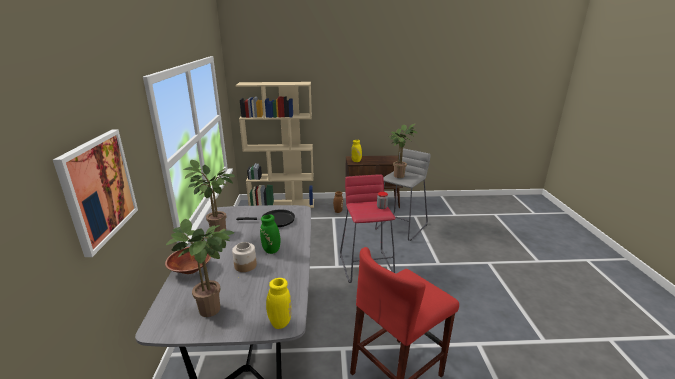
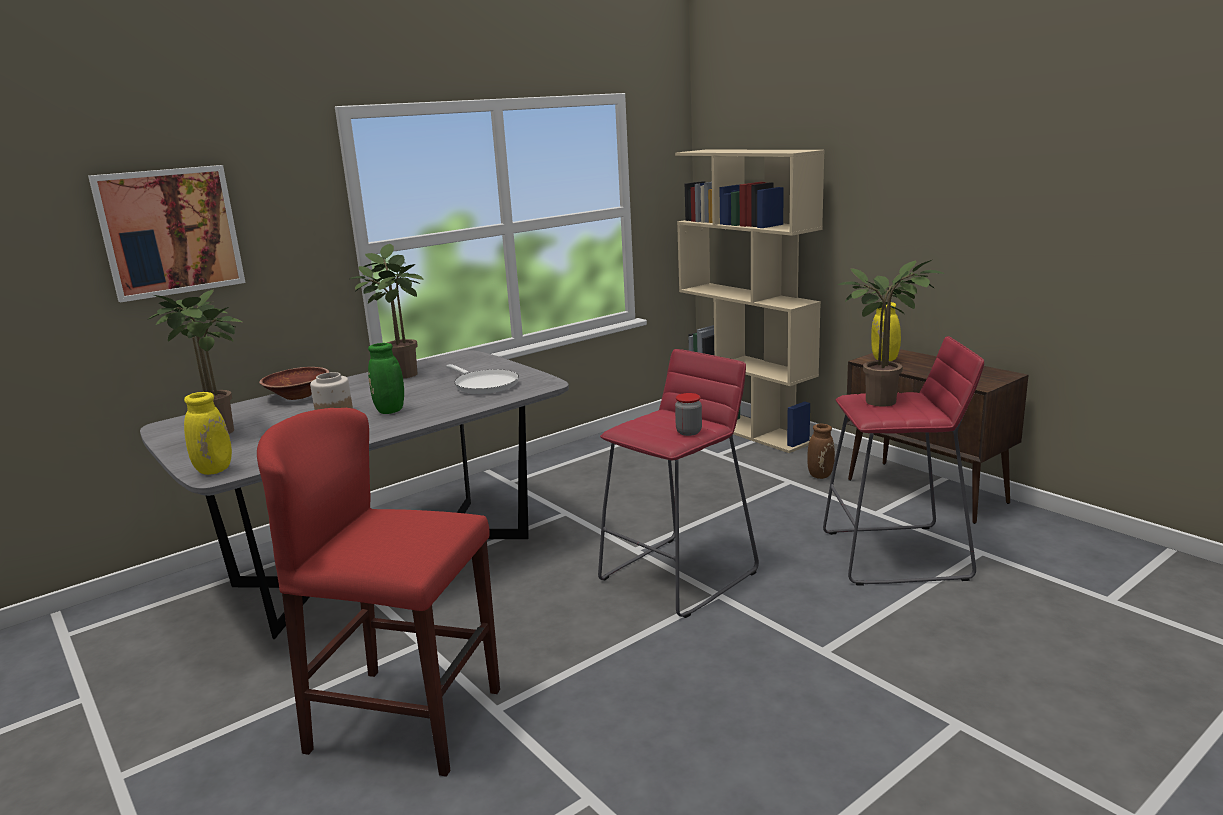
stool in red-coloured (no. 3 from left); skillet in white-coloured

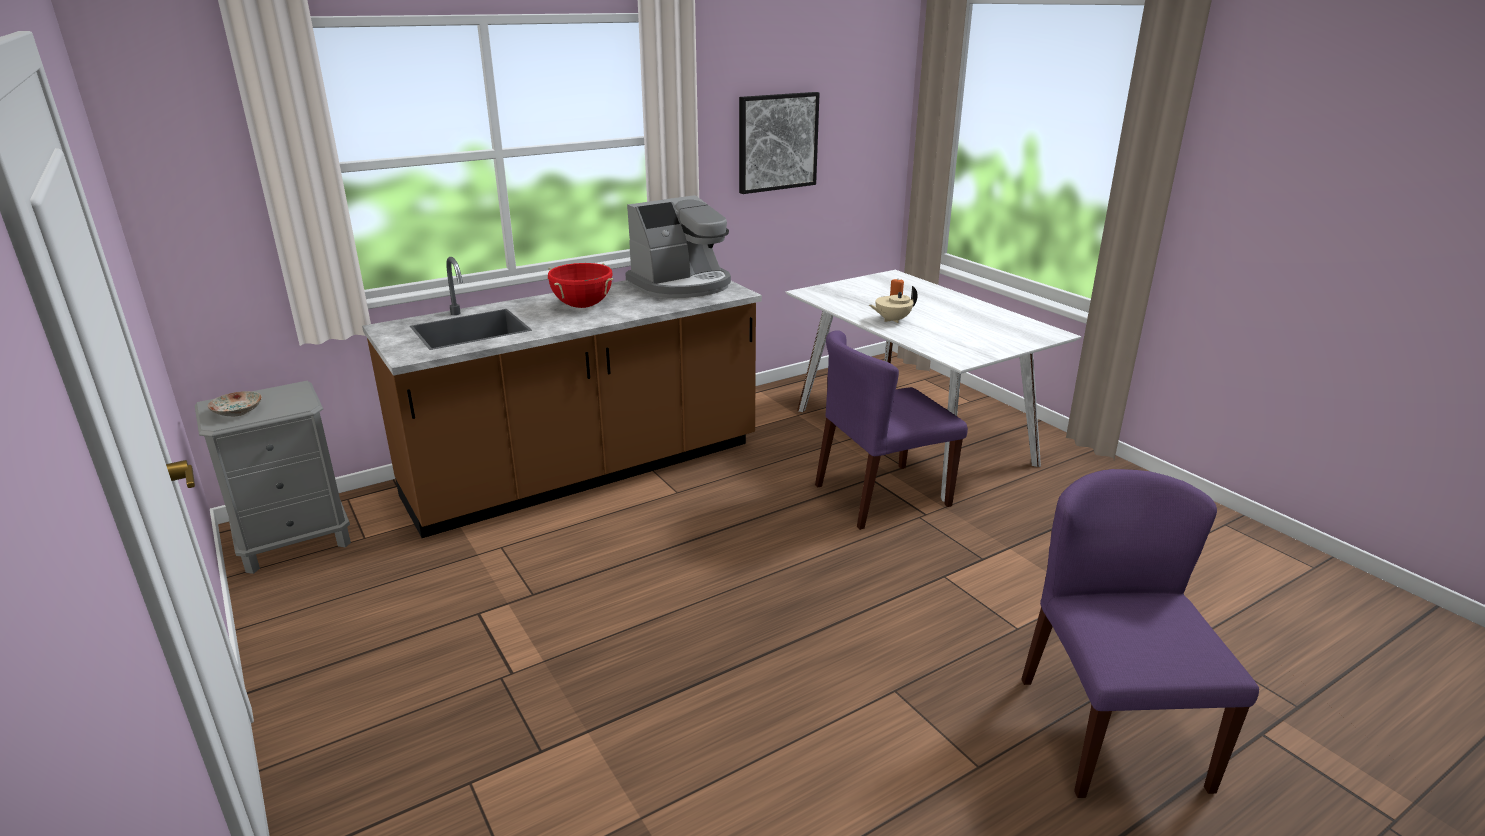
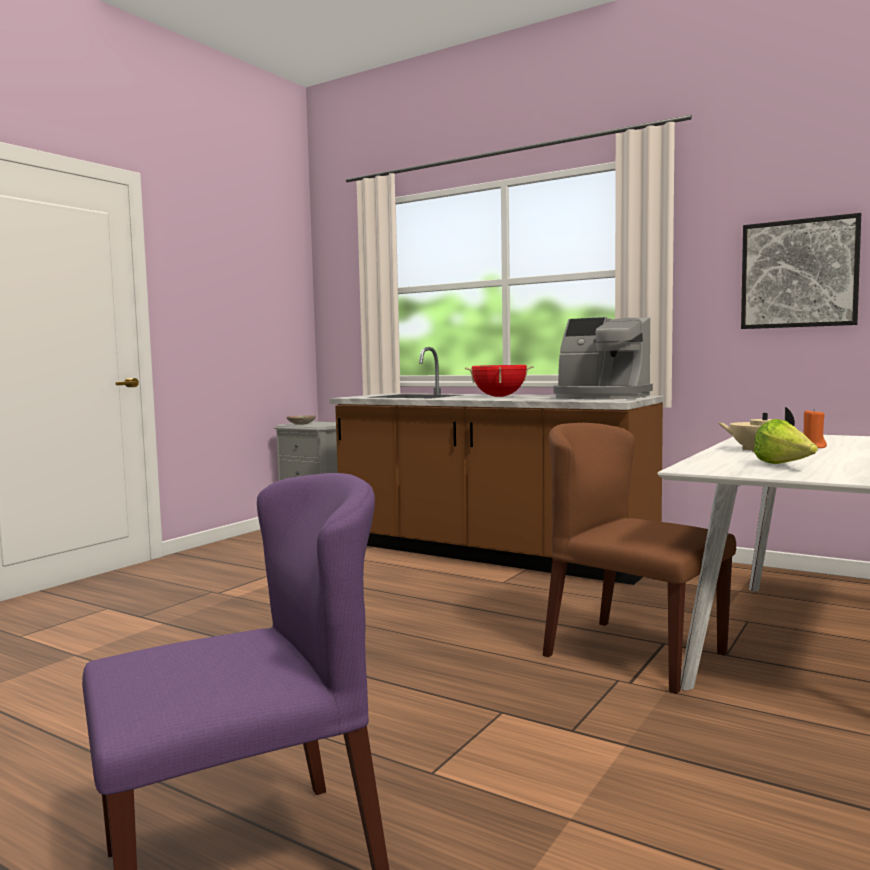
plain chair in brown-coloured; head of lettuce

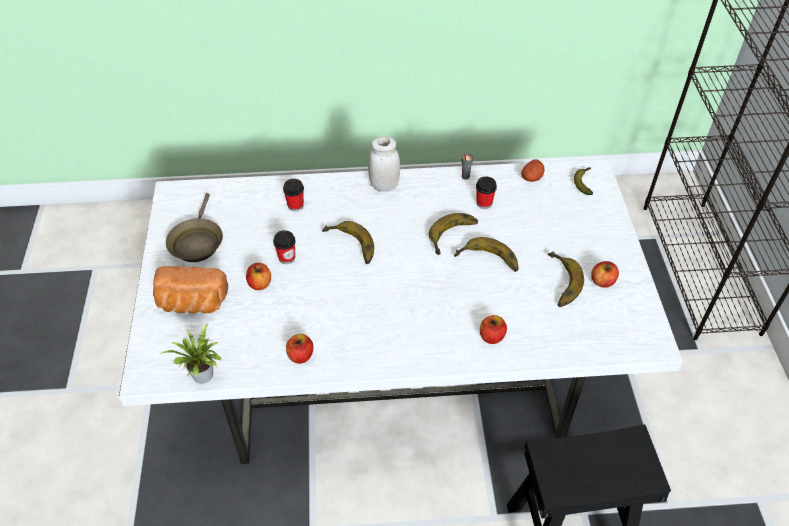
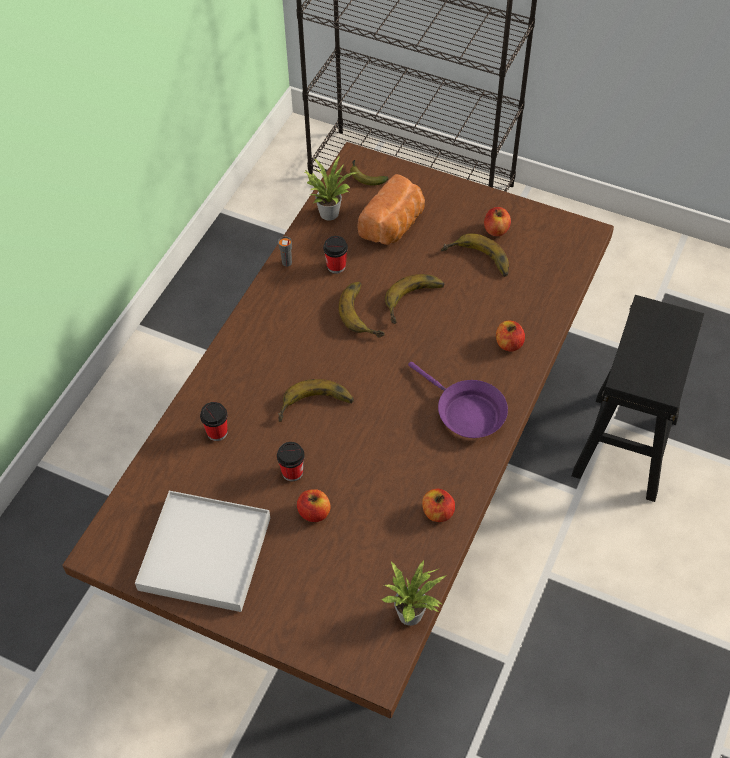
preserve jar in white-coloured; dinner table in brown-coloured; potted plant (no. 1 from left); carrying tray in white-coloured; baked bread; skillet in purplish

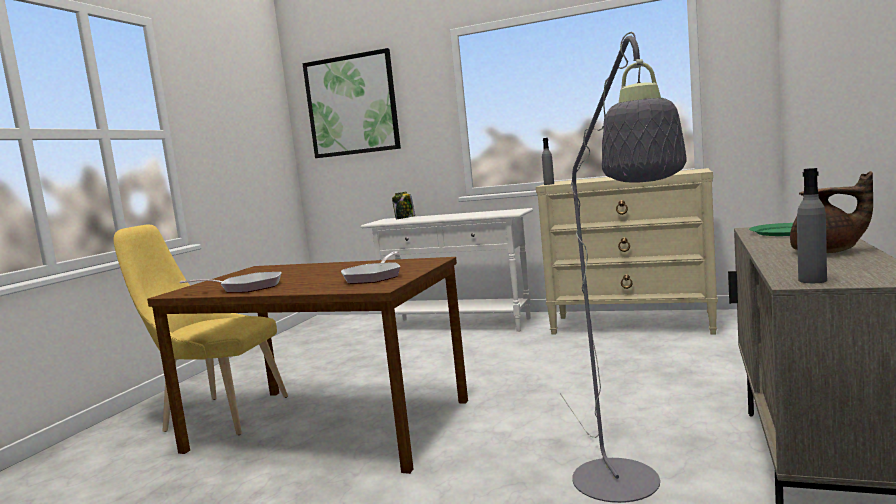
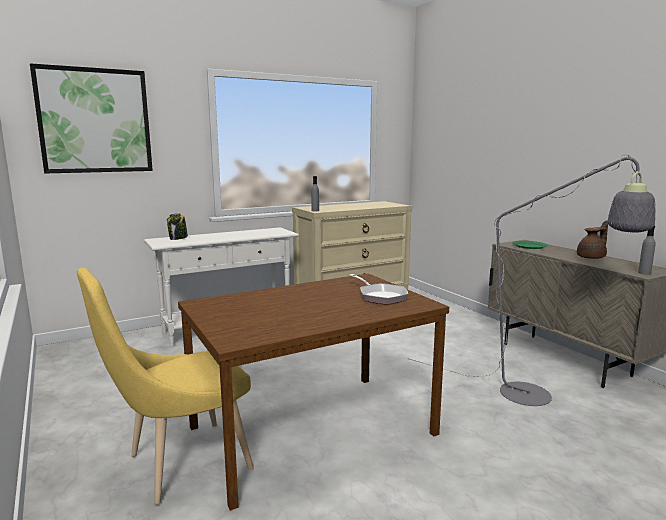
skillet (no. 1 from left in the first image)

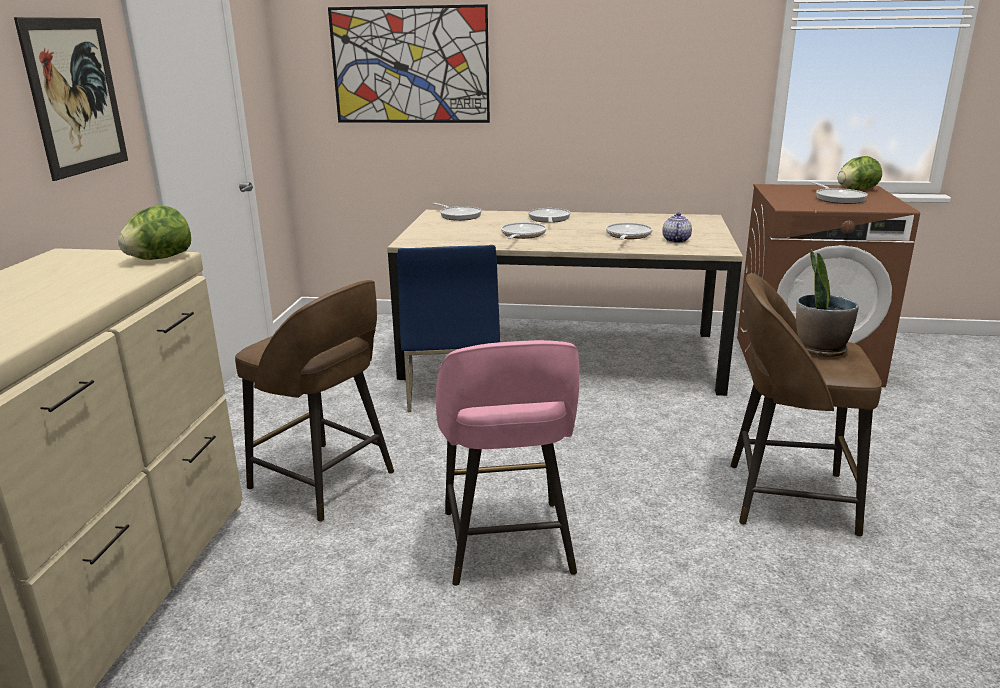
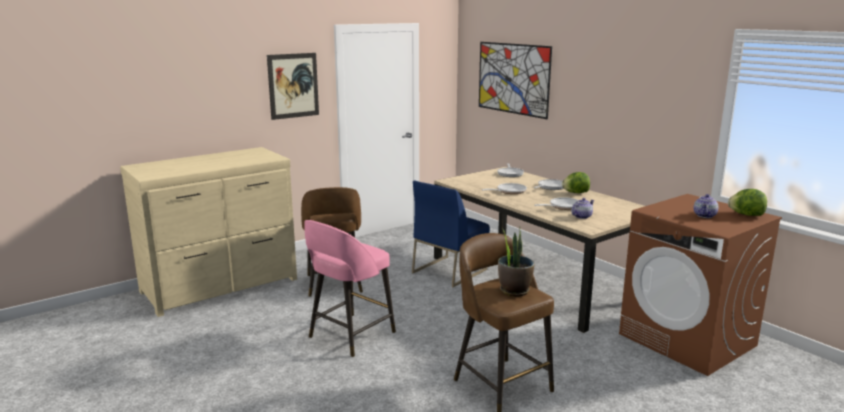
tea pot (no. 2 from left); head of lettuce (no. 1 from left)

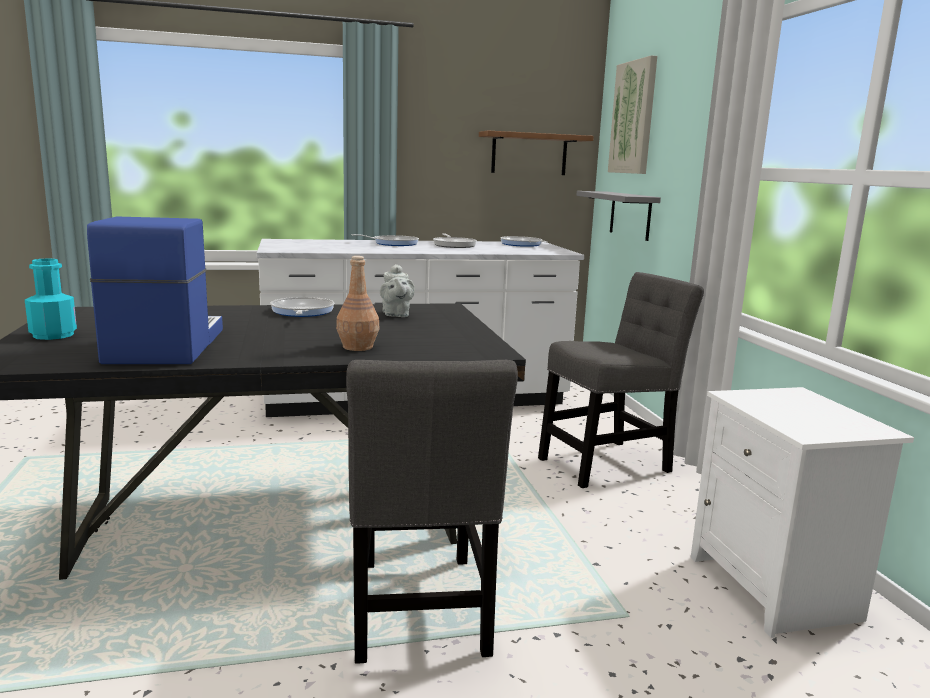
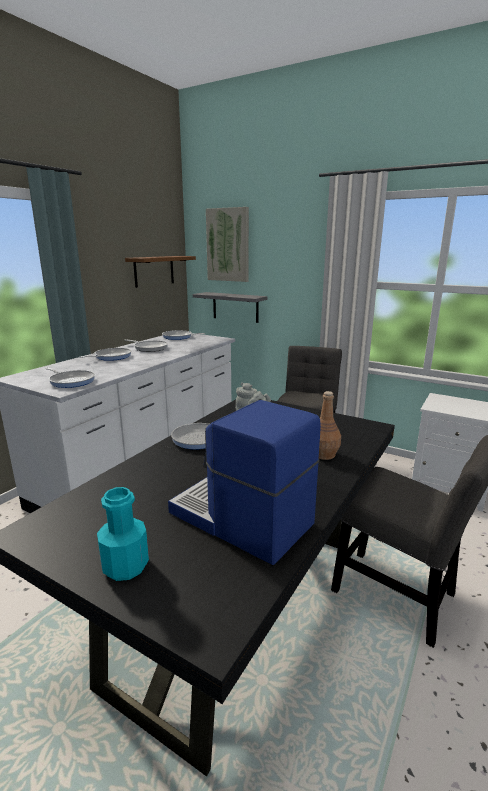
skillet (no. 1 from left)

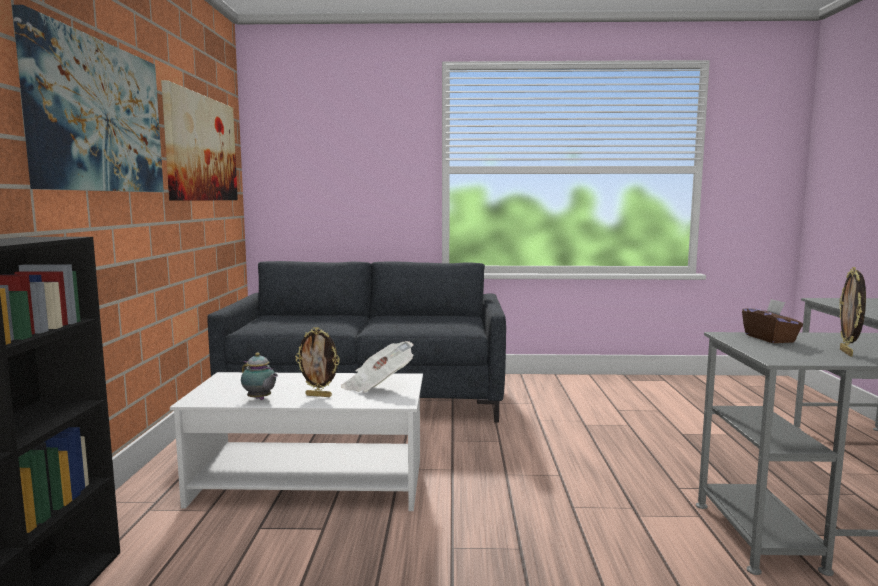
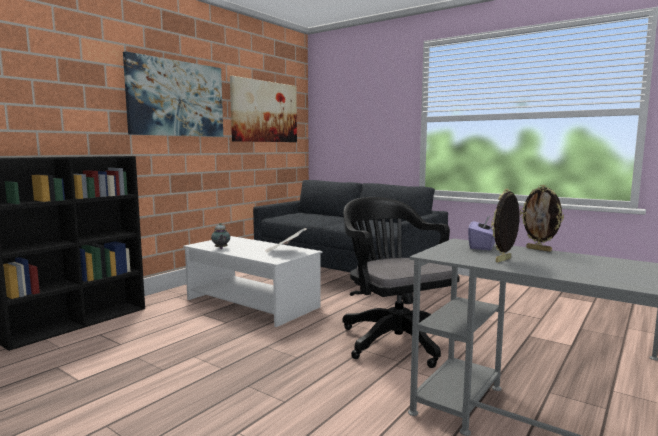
tissue holder in purplish; photo frame (no. 2 from left); computer chair in blackish

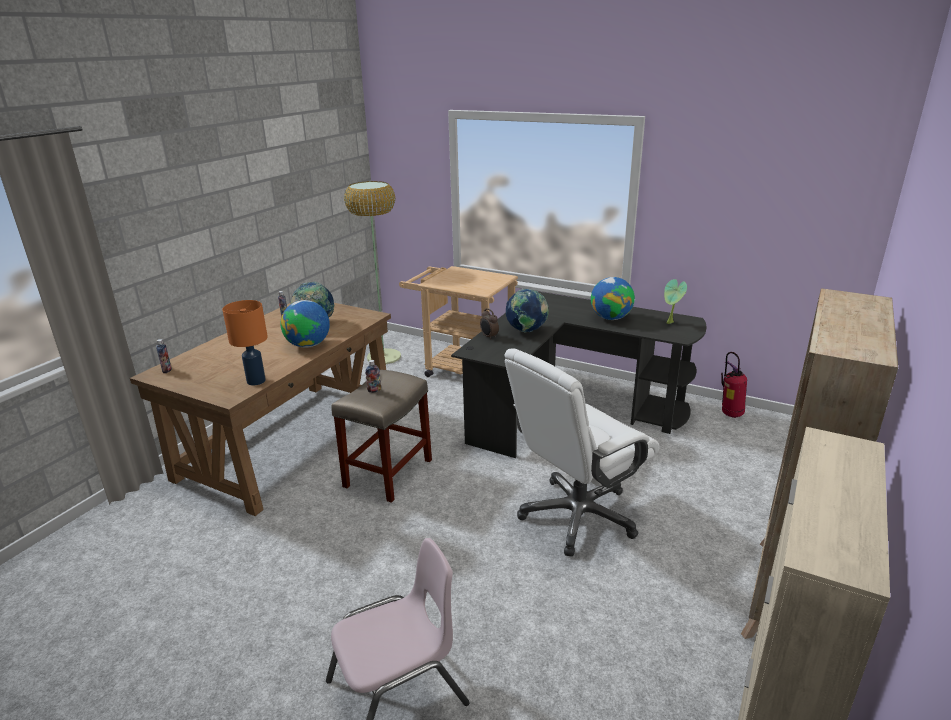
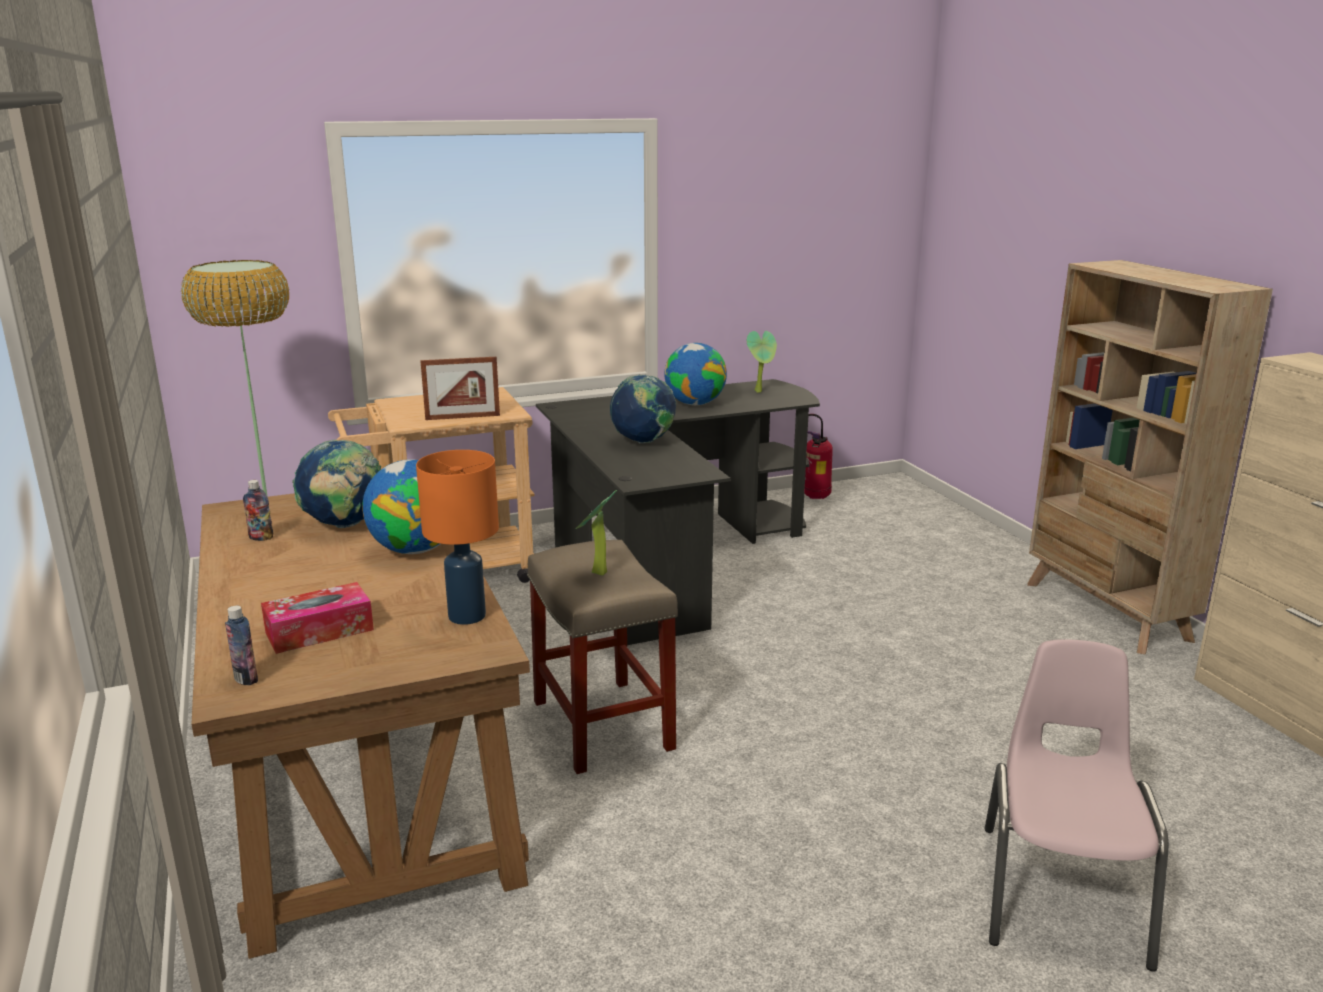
bedside clock; computer chair in white-coloured; potted plant (no. 1 from left); photo frame; tissue holder

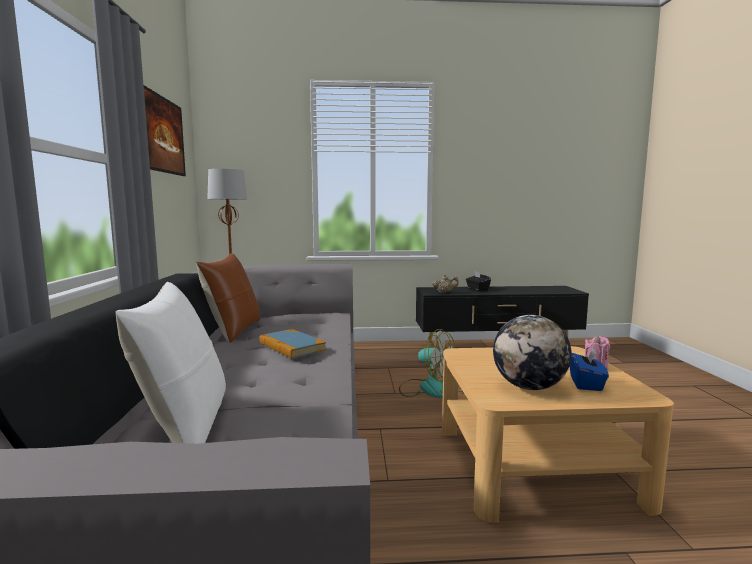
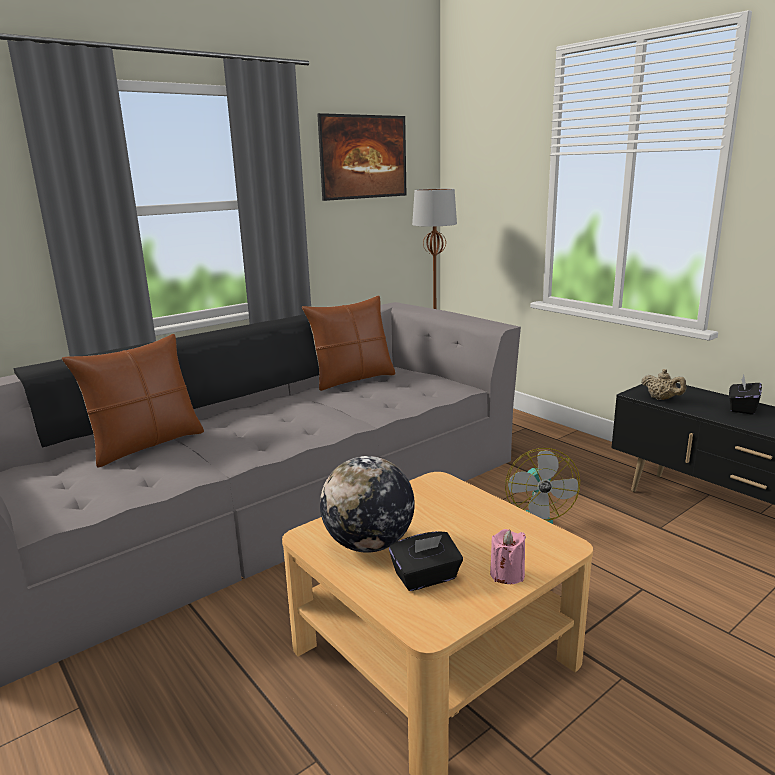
cushion in brown-coloured (no. 1 from left); book; tissue holder in blackish (no. 1 from left)

